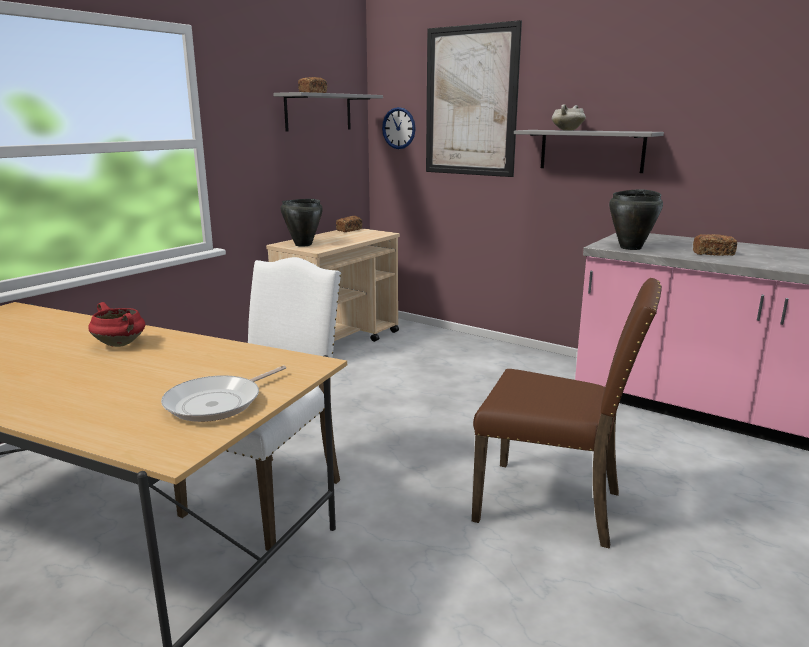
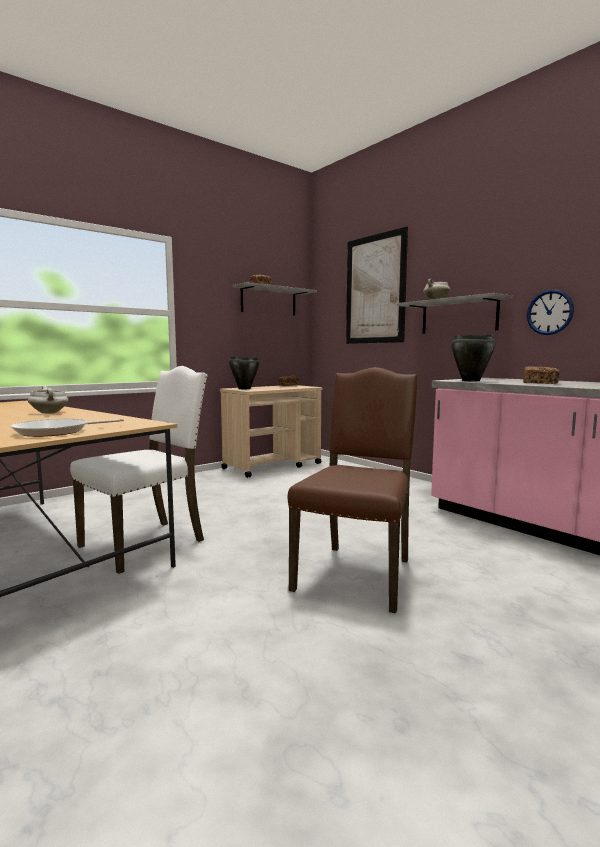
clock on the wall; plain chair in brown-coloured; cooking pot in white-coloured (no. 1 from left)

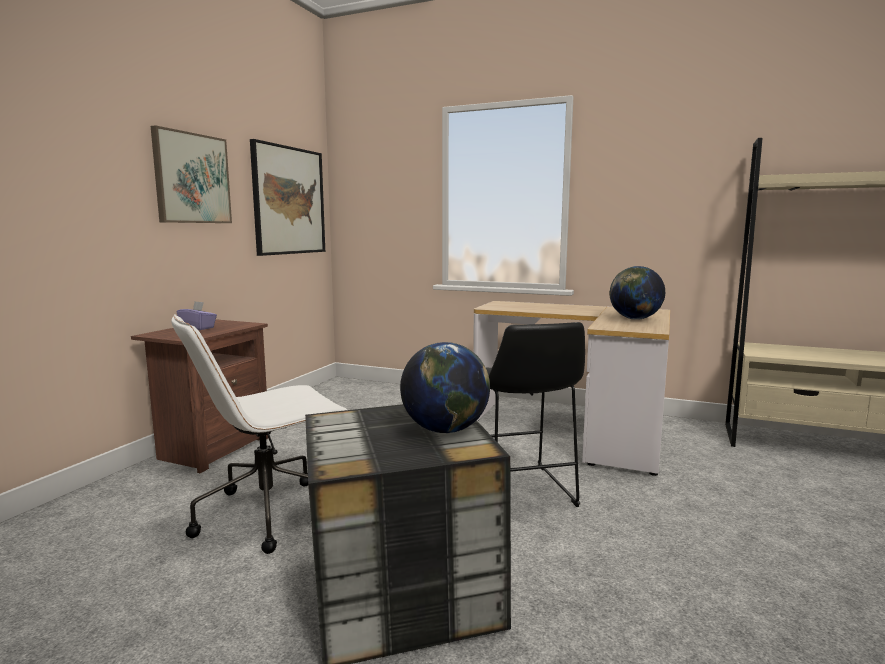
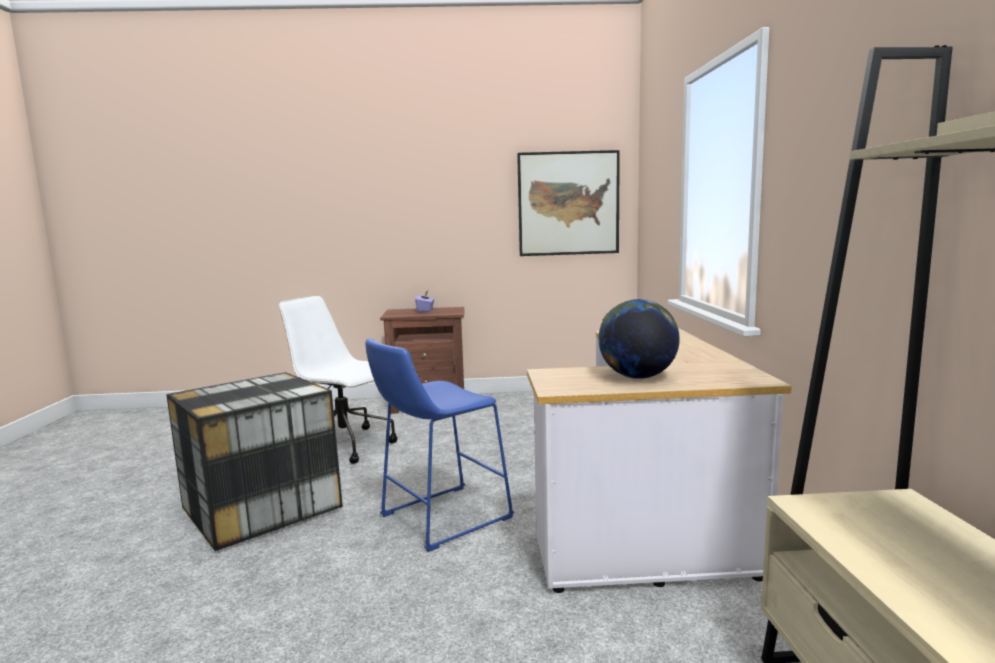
wall picture (no. 1 from left in the first image); stool in blue; world globe (no. 1 from left in the first image)

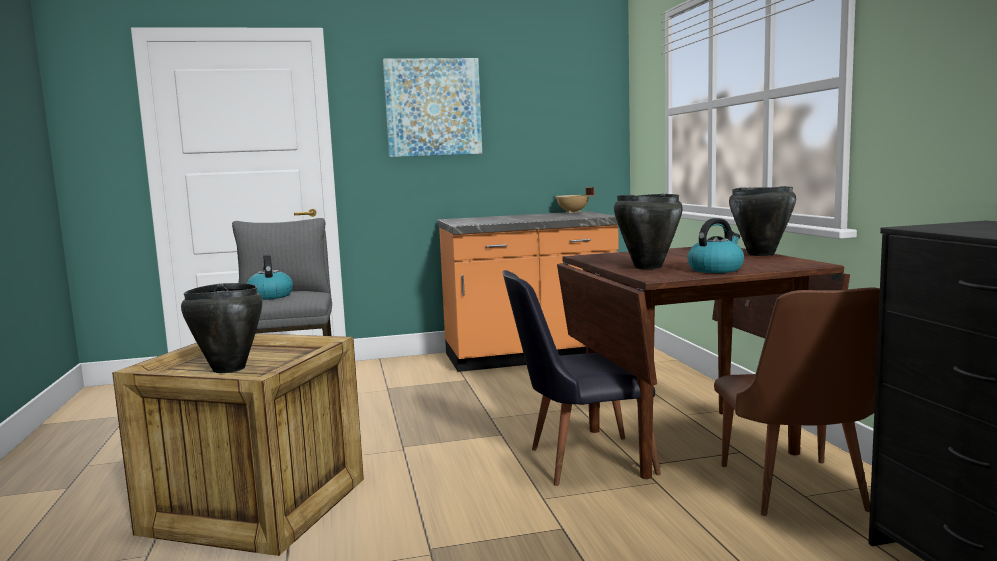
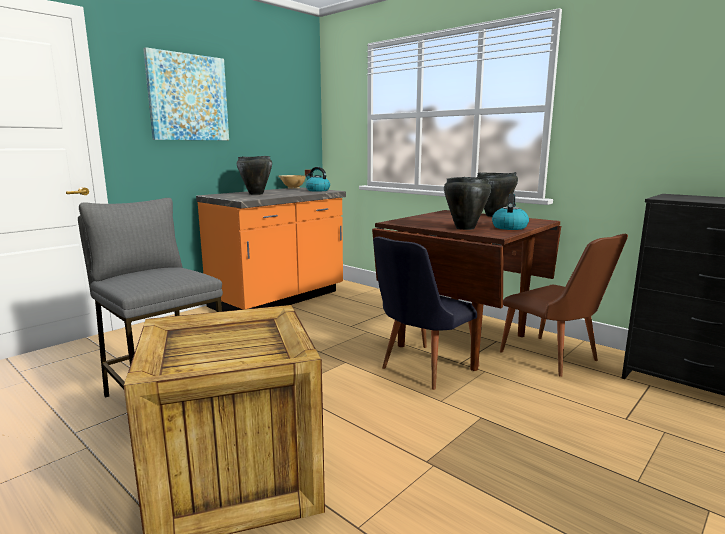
water kettle (no. 1 from left); cooking pot in blackish (no. 1 from left)

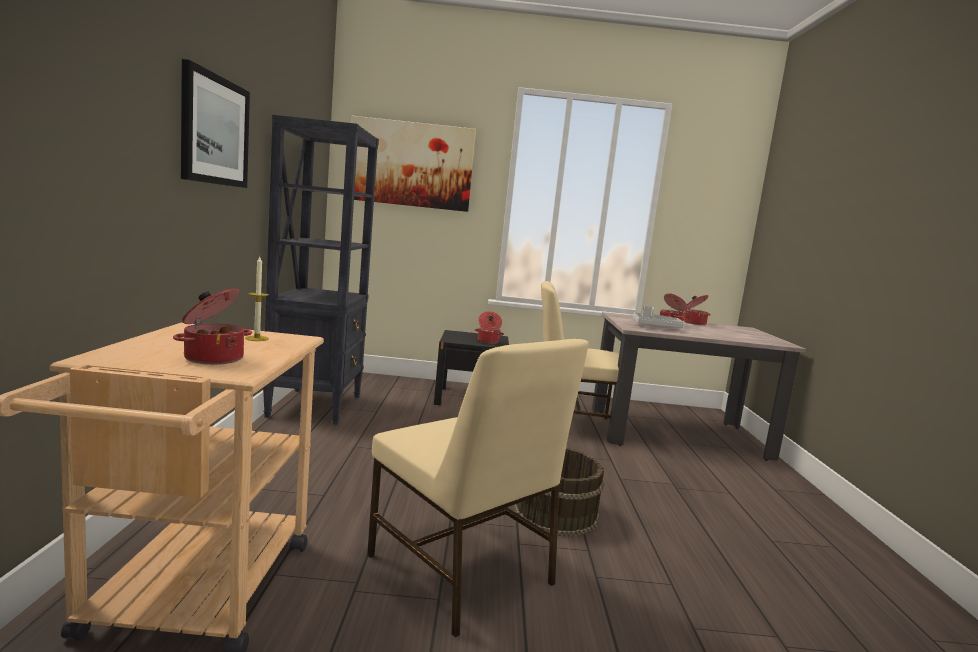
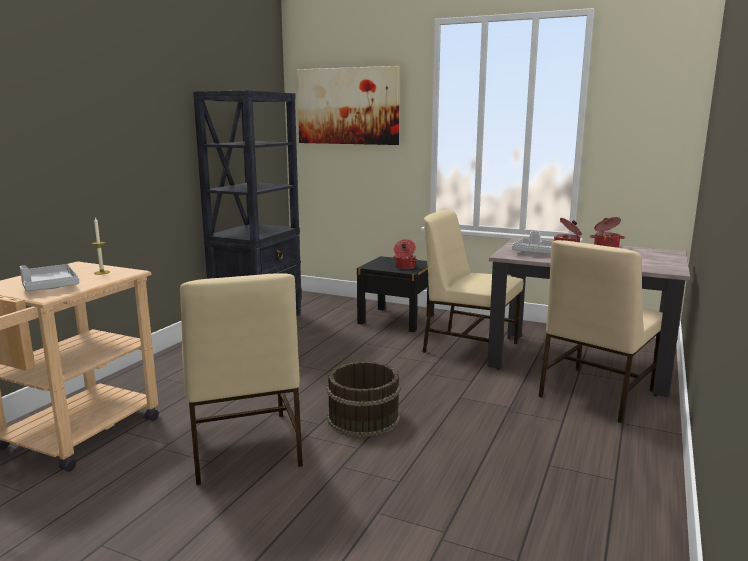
wall picture (no. 1 from left in the first image); carrying tray in greyish (no. 1 from left); plain chair in beige-coloured (no. 3 from left)

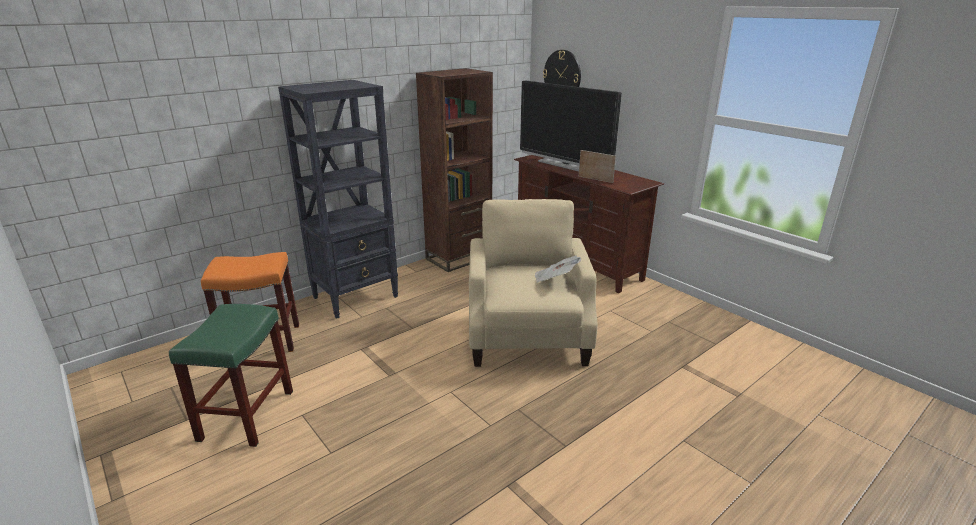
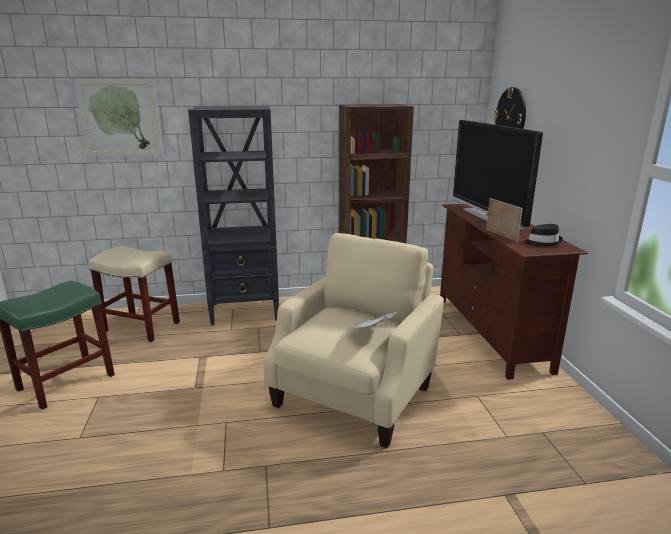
stool in beige-coloured; wall picture; hat in blackish

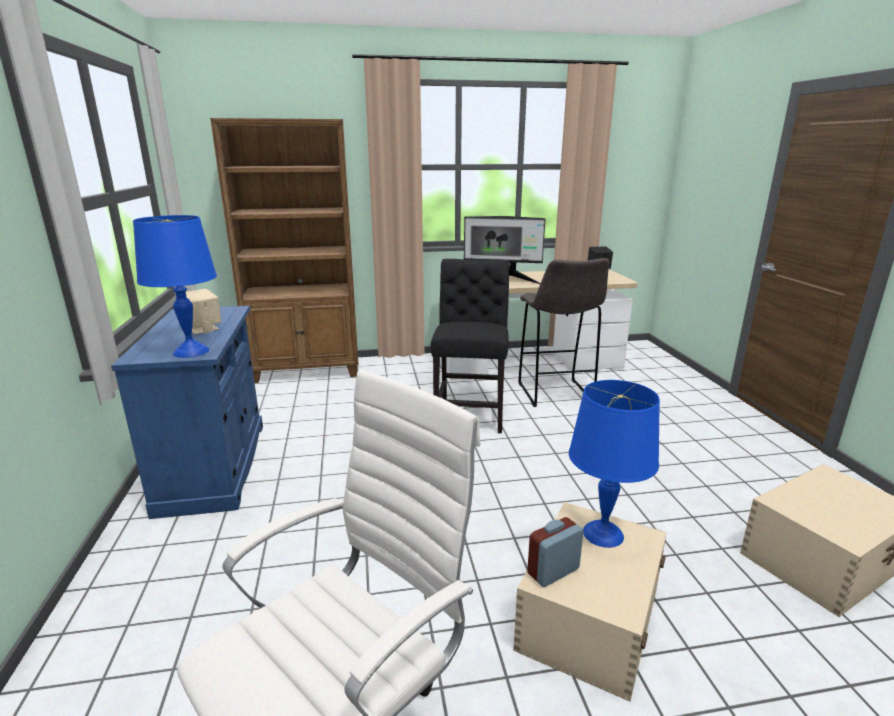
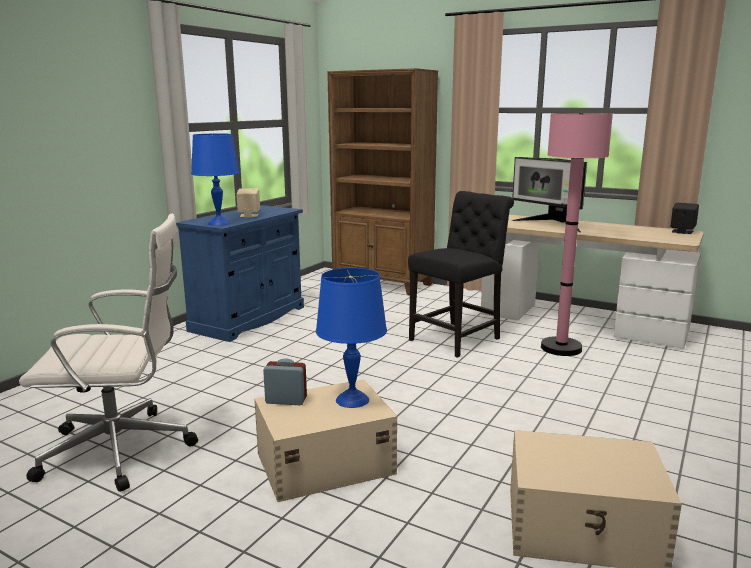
standard lamp in pink-coloured

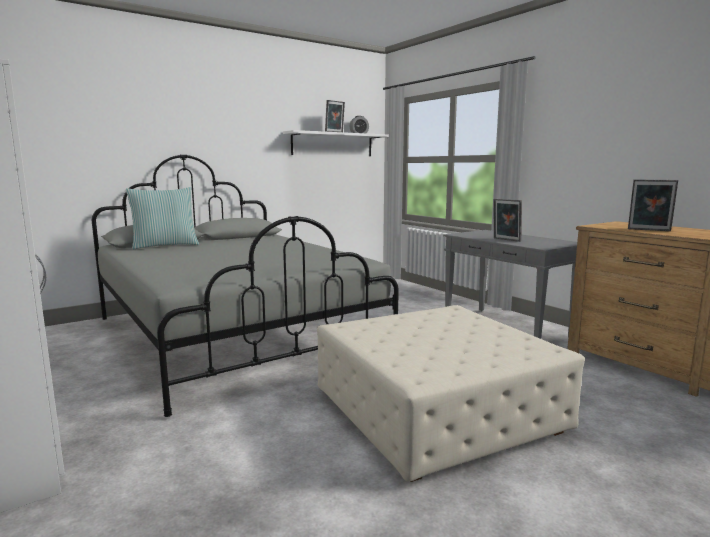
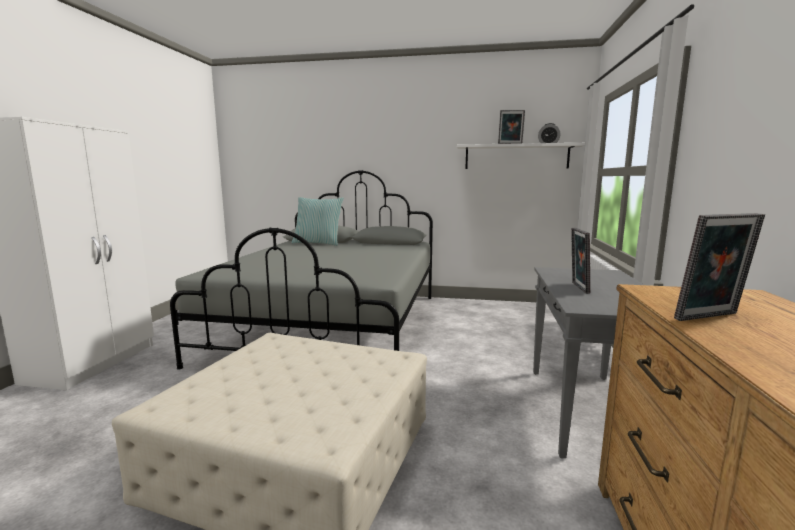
photo frame (no. 3 from left)

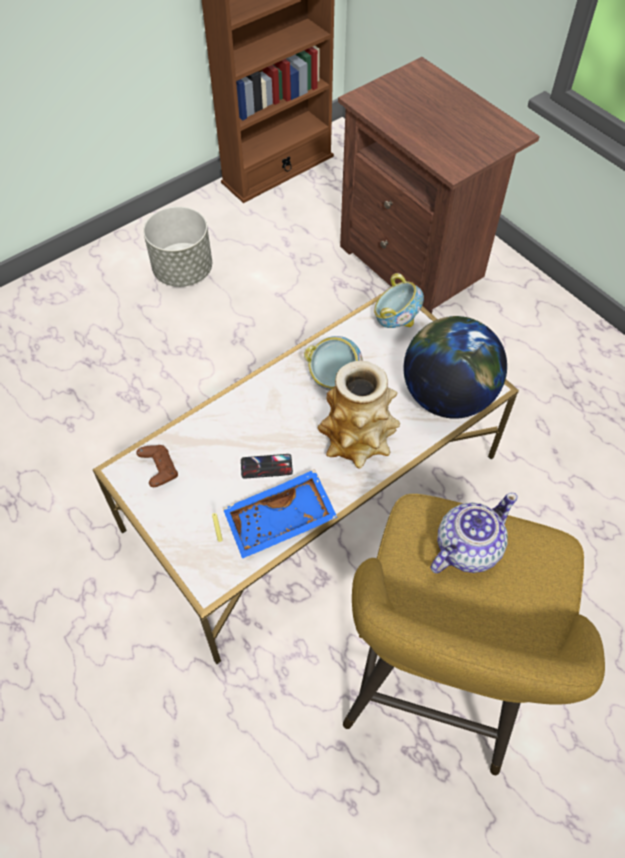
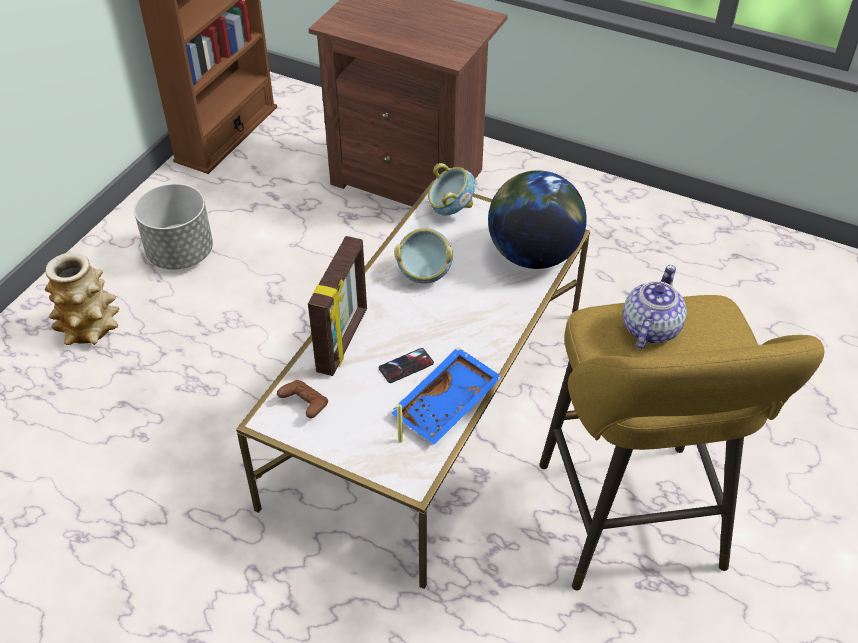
decorative vase; photo frame

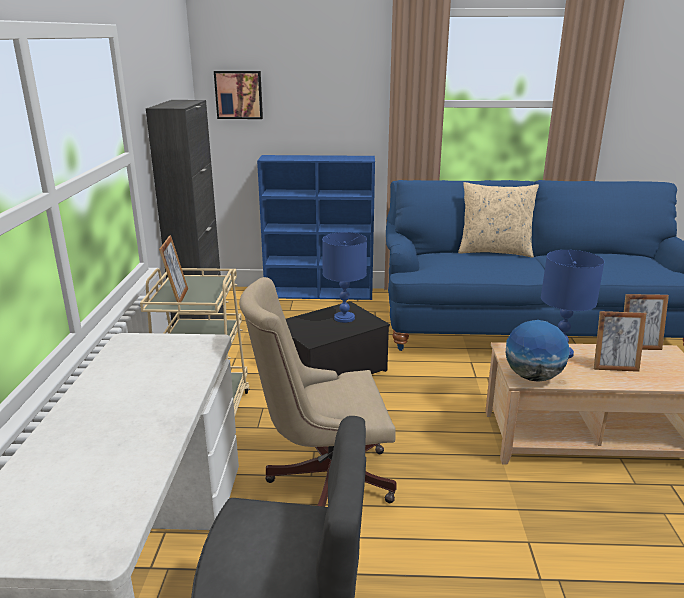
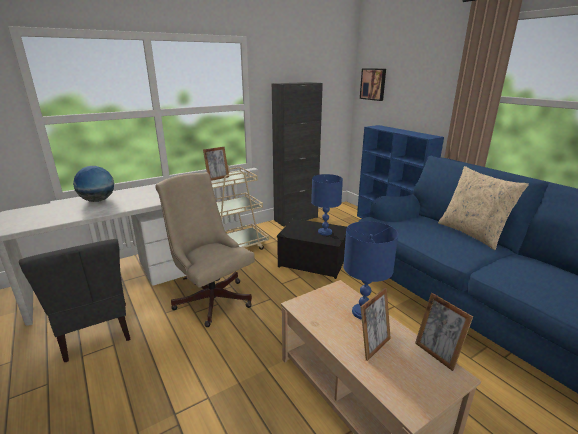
photo frame (no. 2 from left); world globe

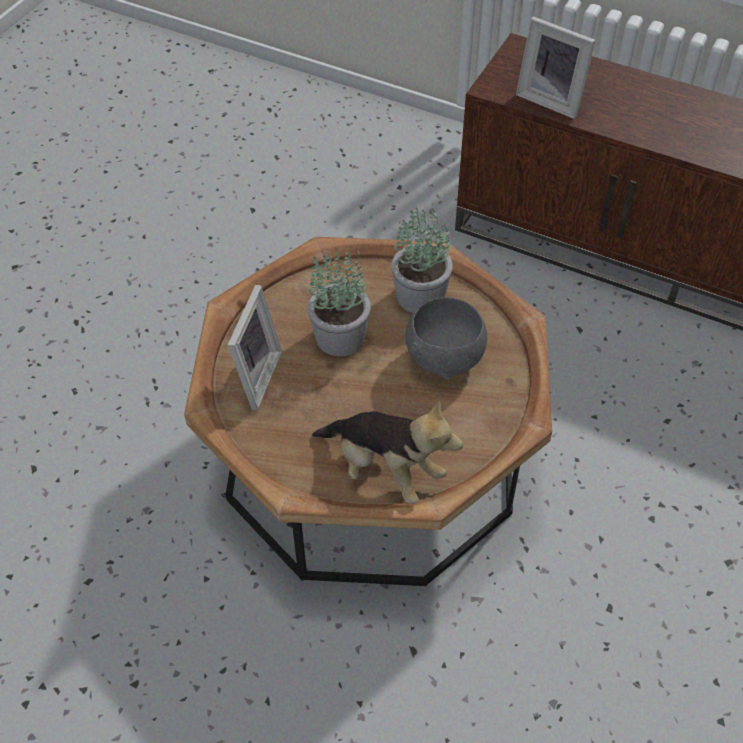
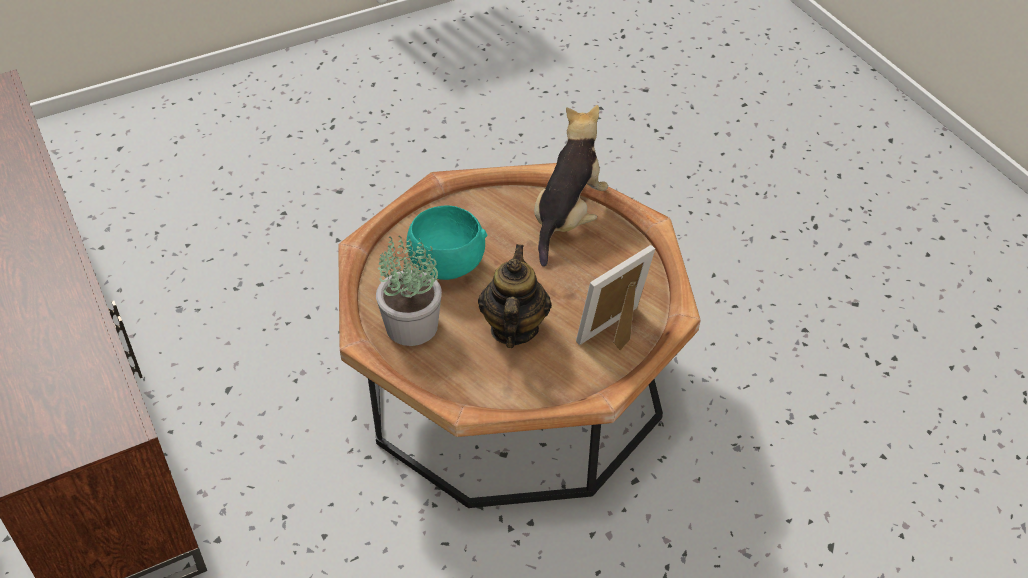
photo frame (no. 2 from left in the first image); tea pot; serving bowl in turquoise; plush toy

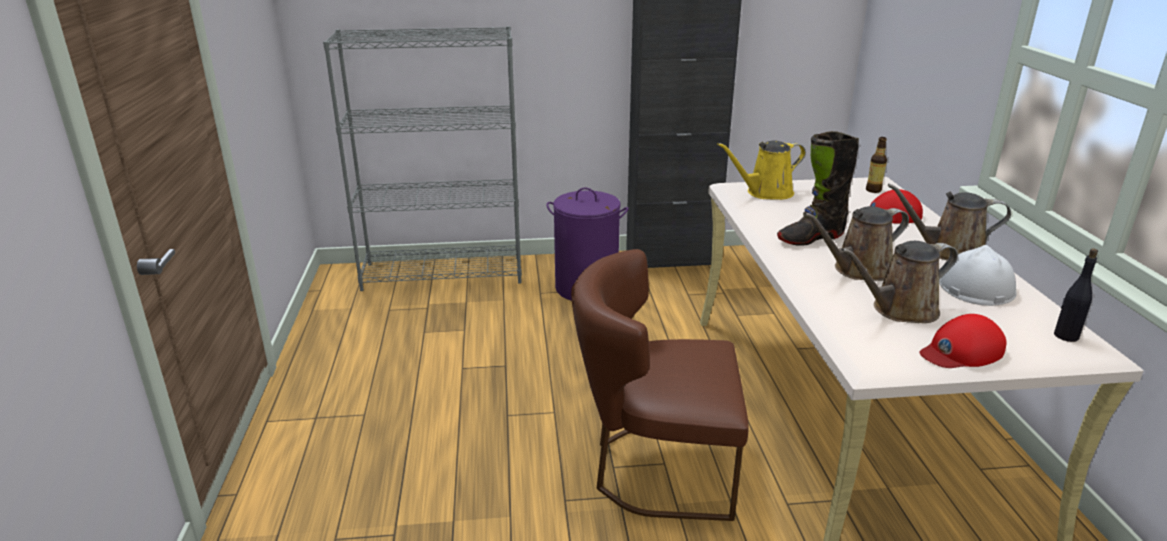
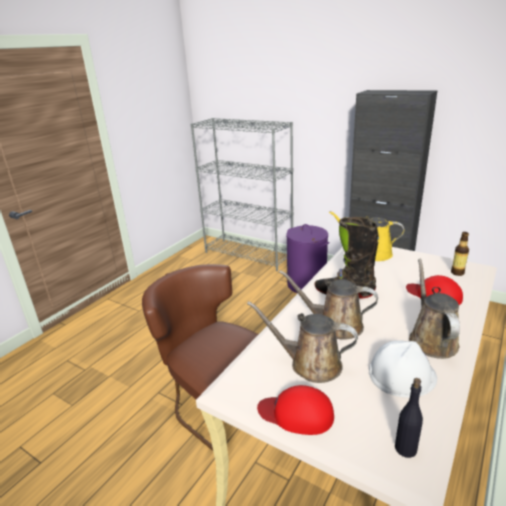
sprinkling can in brown-coloured (no. 3 from left)

